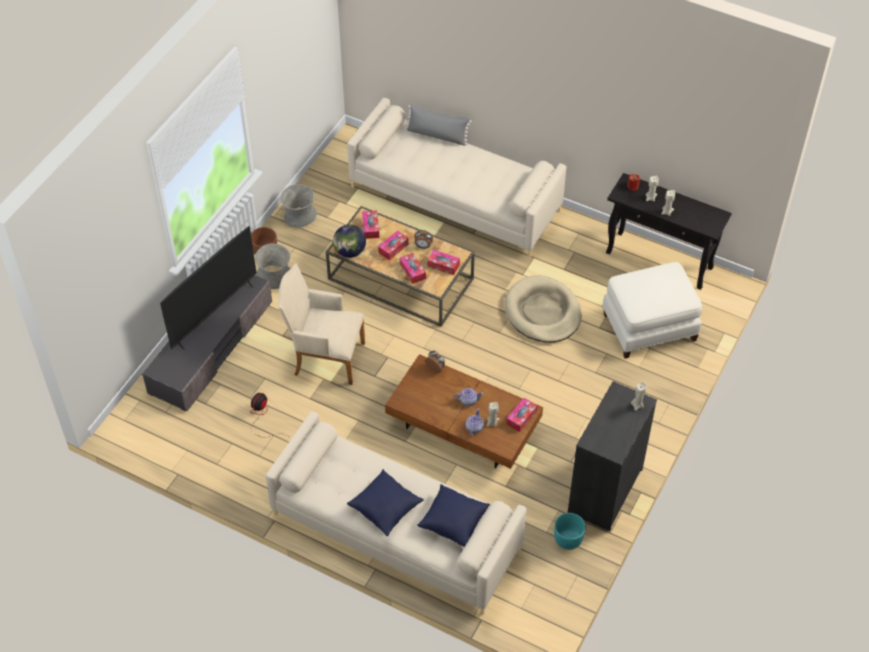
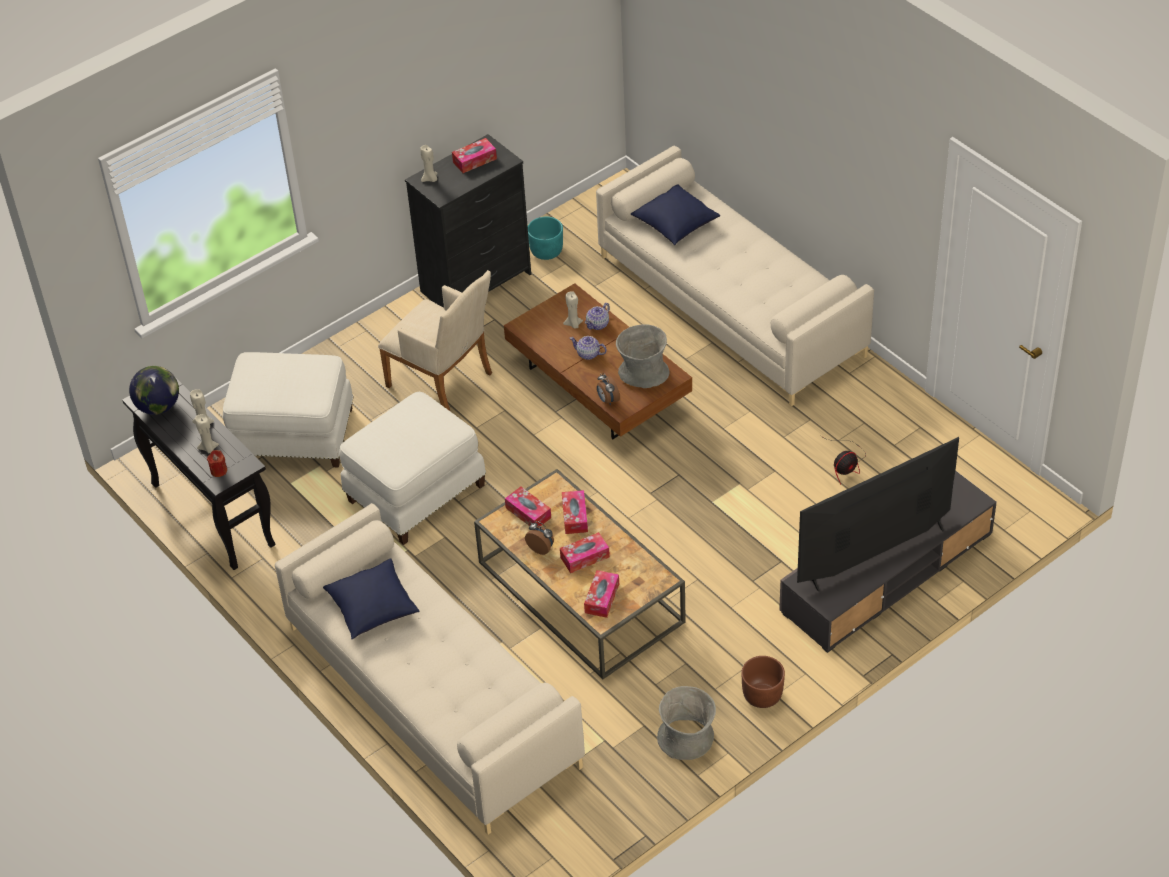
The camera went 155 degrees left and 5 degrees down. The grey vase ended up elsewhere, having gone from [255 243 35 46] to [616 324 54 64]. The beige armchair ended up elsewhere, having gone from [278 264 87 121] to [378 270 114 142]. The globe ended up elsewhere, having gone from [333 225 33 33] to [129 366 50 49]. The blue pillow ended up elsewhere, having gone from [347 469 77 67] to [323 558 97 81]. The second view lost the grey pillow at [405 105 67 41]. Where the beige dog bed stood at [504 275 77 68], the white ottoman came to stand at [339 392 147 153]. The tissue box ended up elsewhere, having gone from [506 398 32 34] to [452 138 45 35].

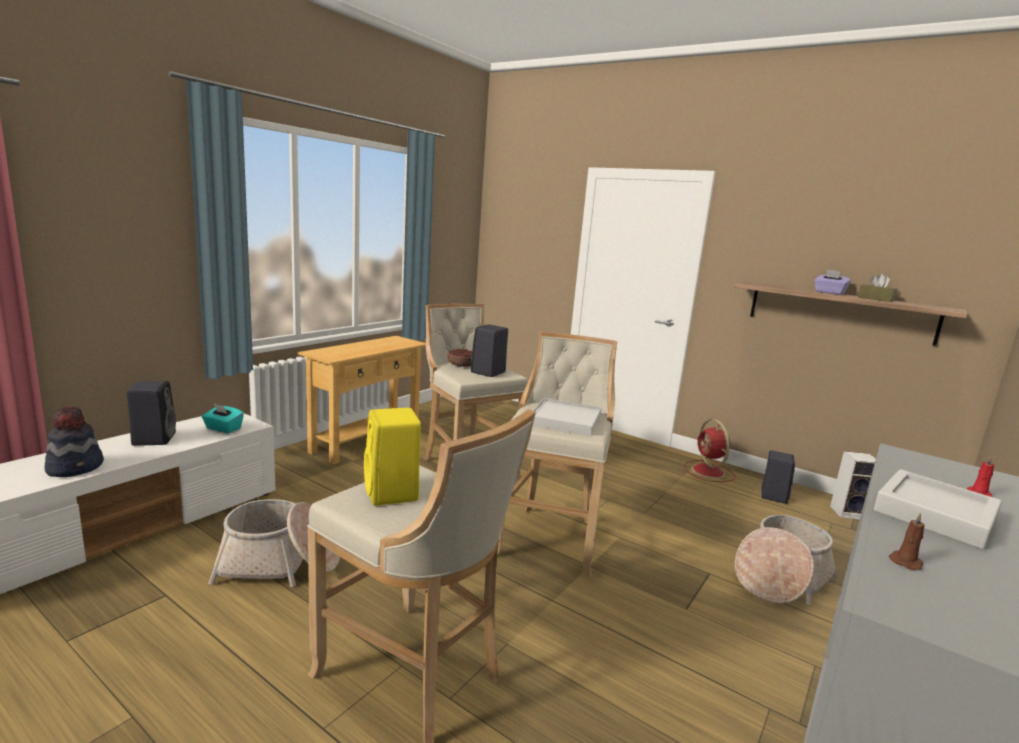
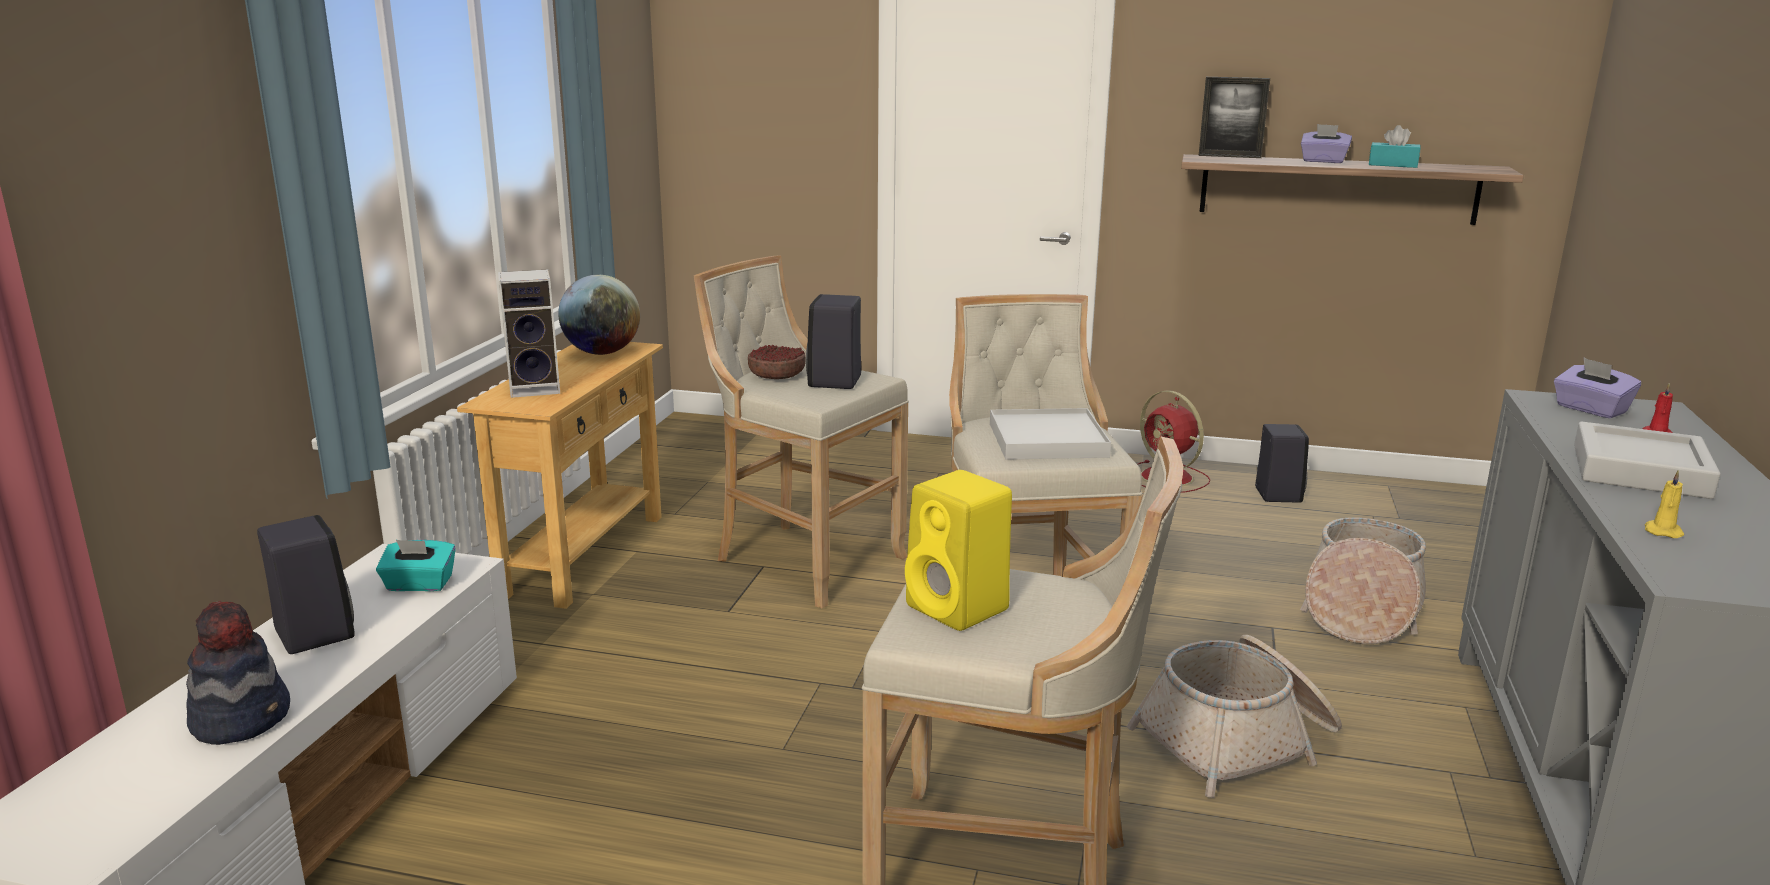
The camera went 20 degrees left and 5 degrees up. The basket ended up elsewhere, having gone from [208 499 132 88] to [1127 635 215 163]. The speaker ended up elsewhere, having gone from [830 451 46 69] to [498 269 62 129]. What was the brown tissue box at [858 274 39 28] turned into the turquoise tissue box at [1369 125 52 43]. What was the brown candle at [889 512 36 58] turned into the yellow candle at [1645 470 39 68]. The second view gained the globe at [558 275 82 80]. The second view gained the picture frame at [1199 77 71 81]. The second view gained the purple tissue box at [1554 358 87 60].

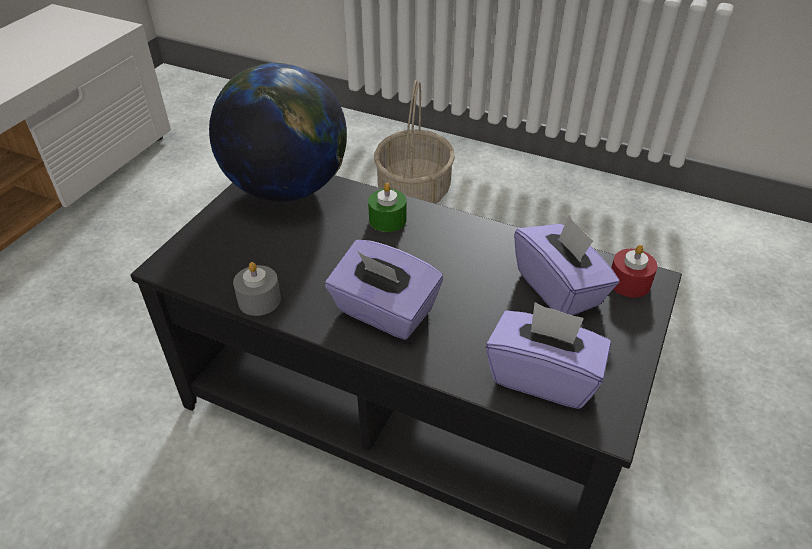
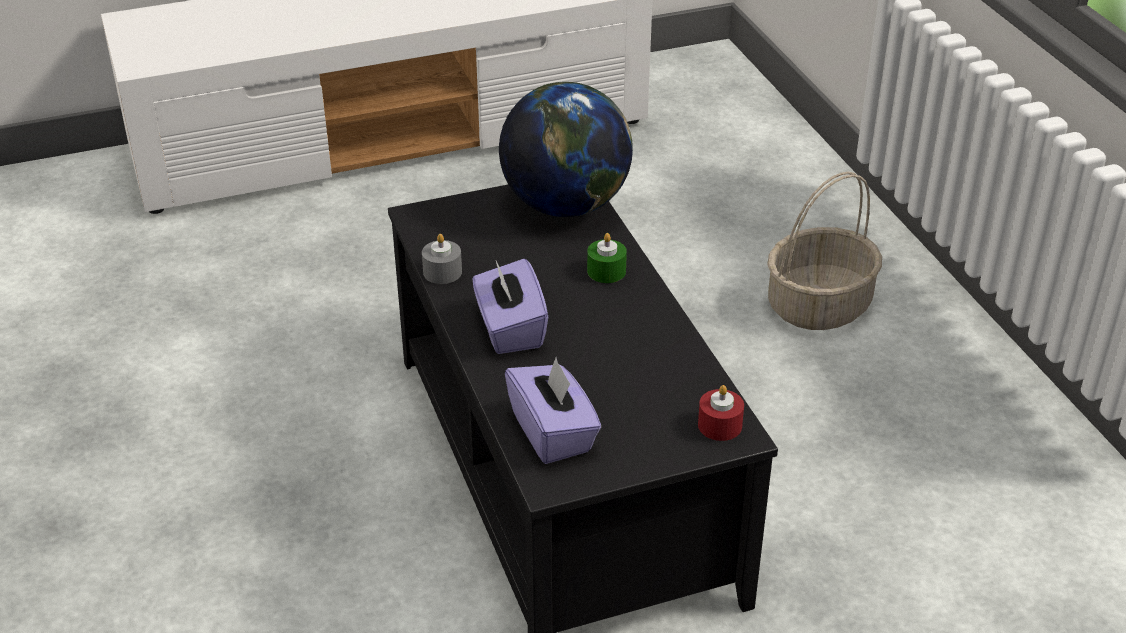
The camera went 45 degrees right and 5 degrees down. The second view lost the purple tissue box at [514 215 105 100].

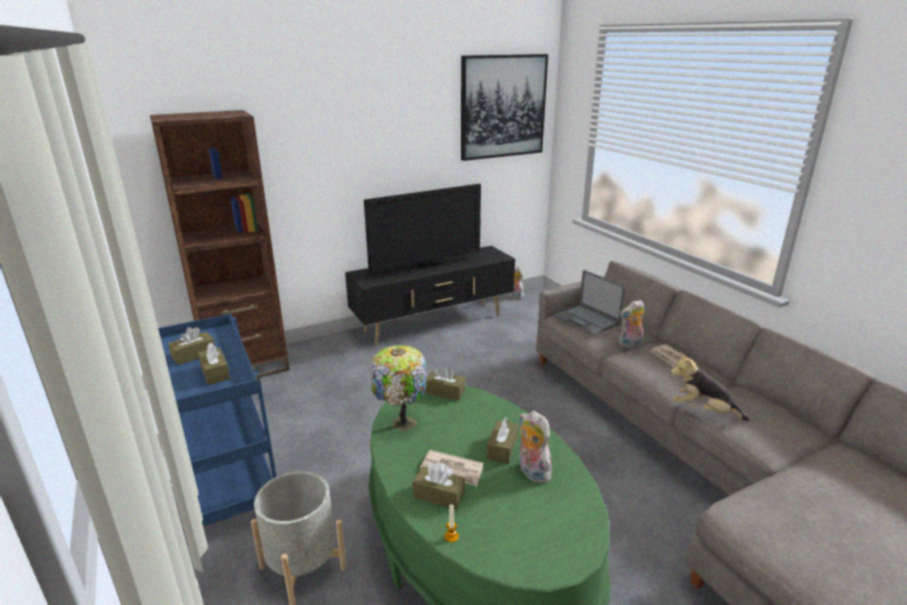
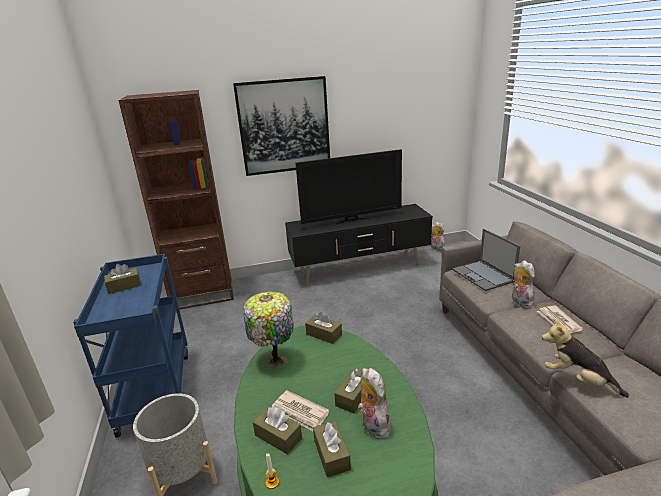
The camera went 15 degrees right and 0 degrees up. The brown tissue box ended up elsewhere, having gone from [198 343 32 42] to [313 421 38 56]. The picture ended up elsewhere, having gone from [461 54 87 107] to [233 76 97 100]. The plush toy at [618 300 26 48] ended up facing another way, 75 degrees clockwise from before.

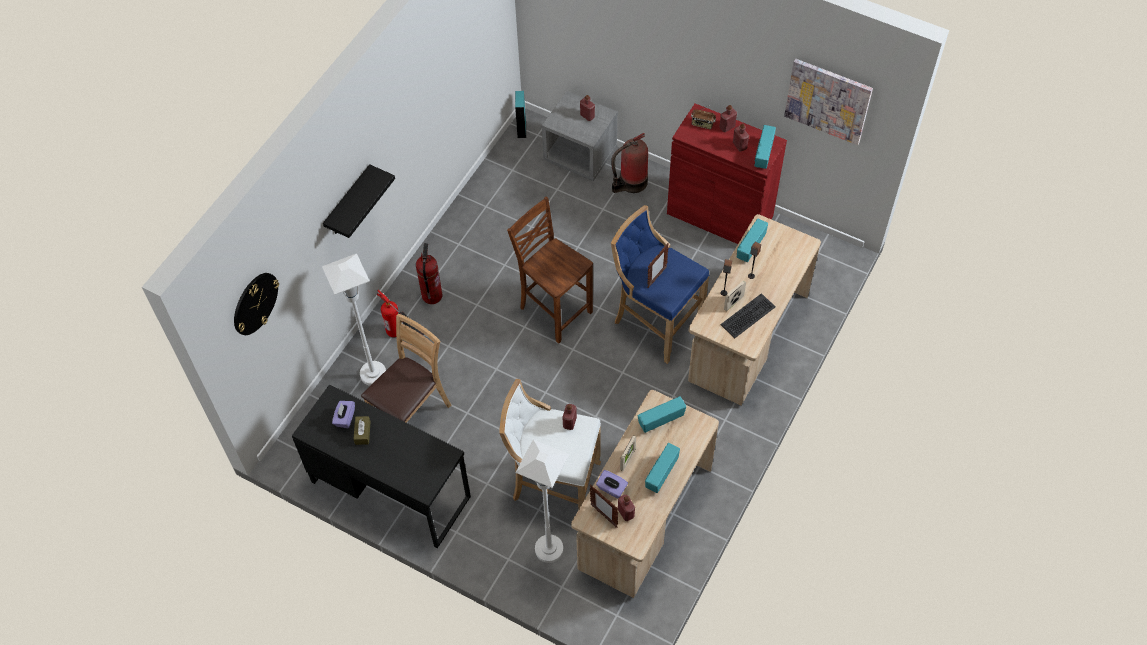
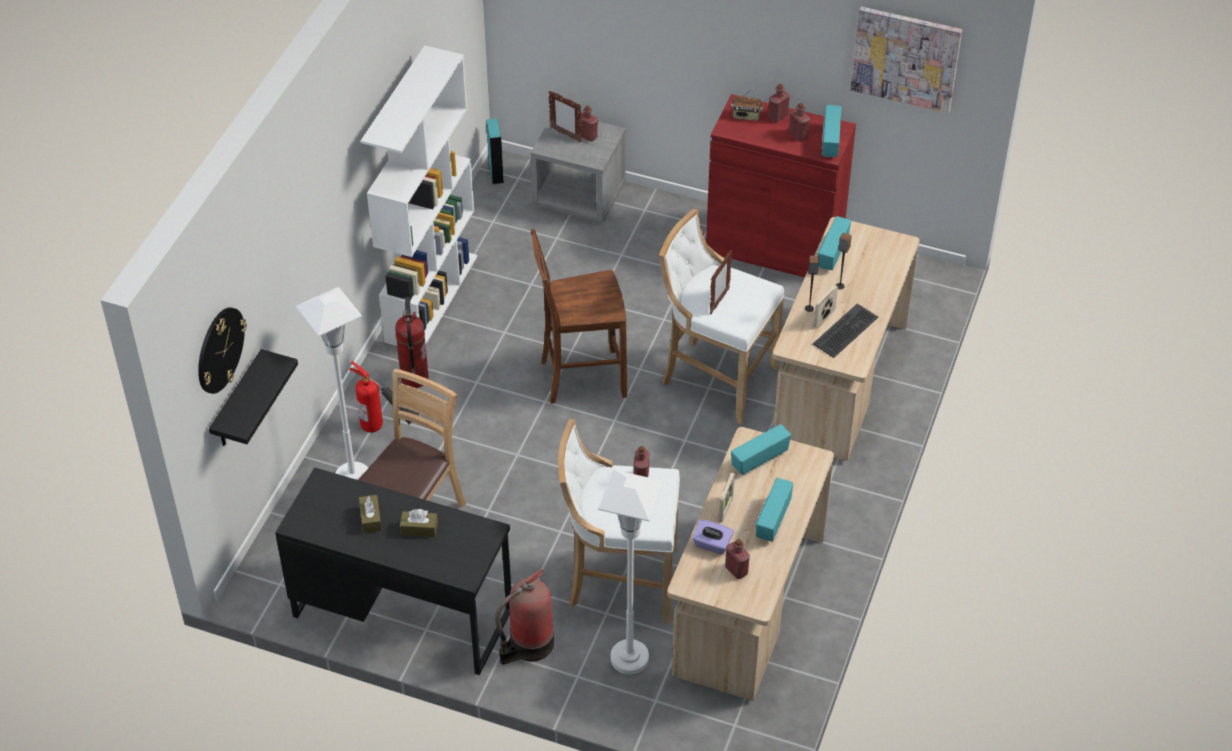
The camera went 10 degrees left and 10 degrees down. The black shelf ended up elsewhere, having gone from [323 164 72 74] to [209 349 89 97]. The second view lost the purple tissue box at [332 401 23 27]. The brown chair at [507 196 86 147] ended up facing another way, 45 degrees counterclockwise from before. The picture frame ended up elsewhere, having gone from [590 485 28 43] to [548 90 34 52]. The fire extinguisher ended up elsewhere, having gone from [611 133 37 60] to [495 569 59 96]. What was the blue stool at [611 205 98 159] turned into the white stool at [659 209 125 215]. The second view gained the white bookcase at [361 46 116 300]. The second view gained the brown tissue box at [400 509 38 28].

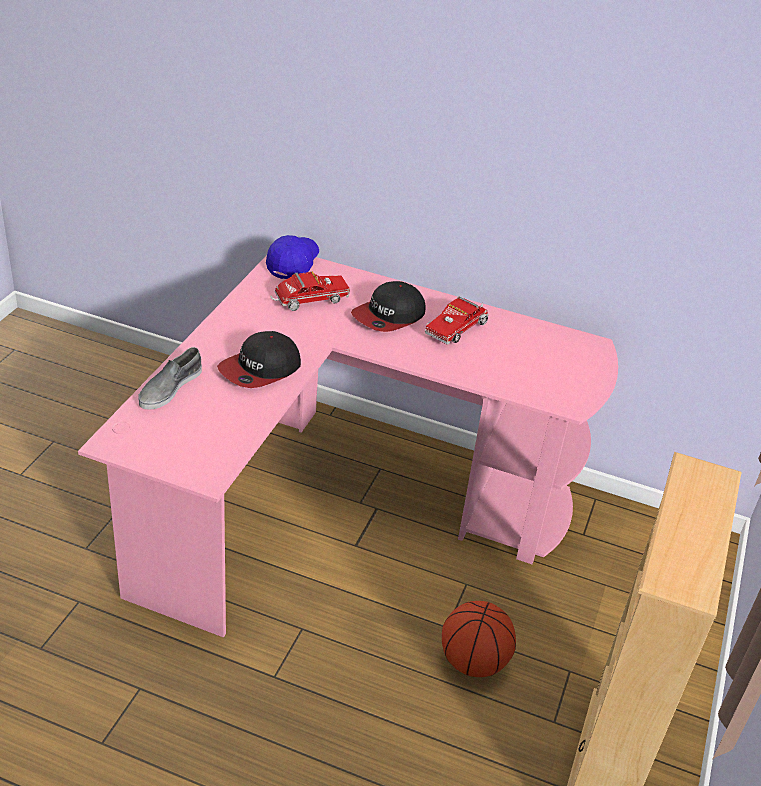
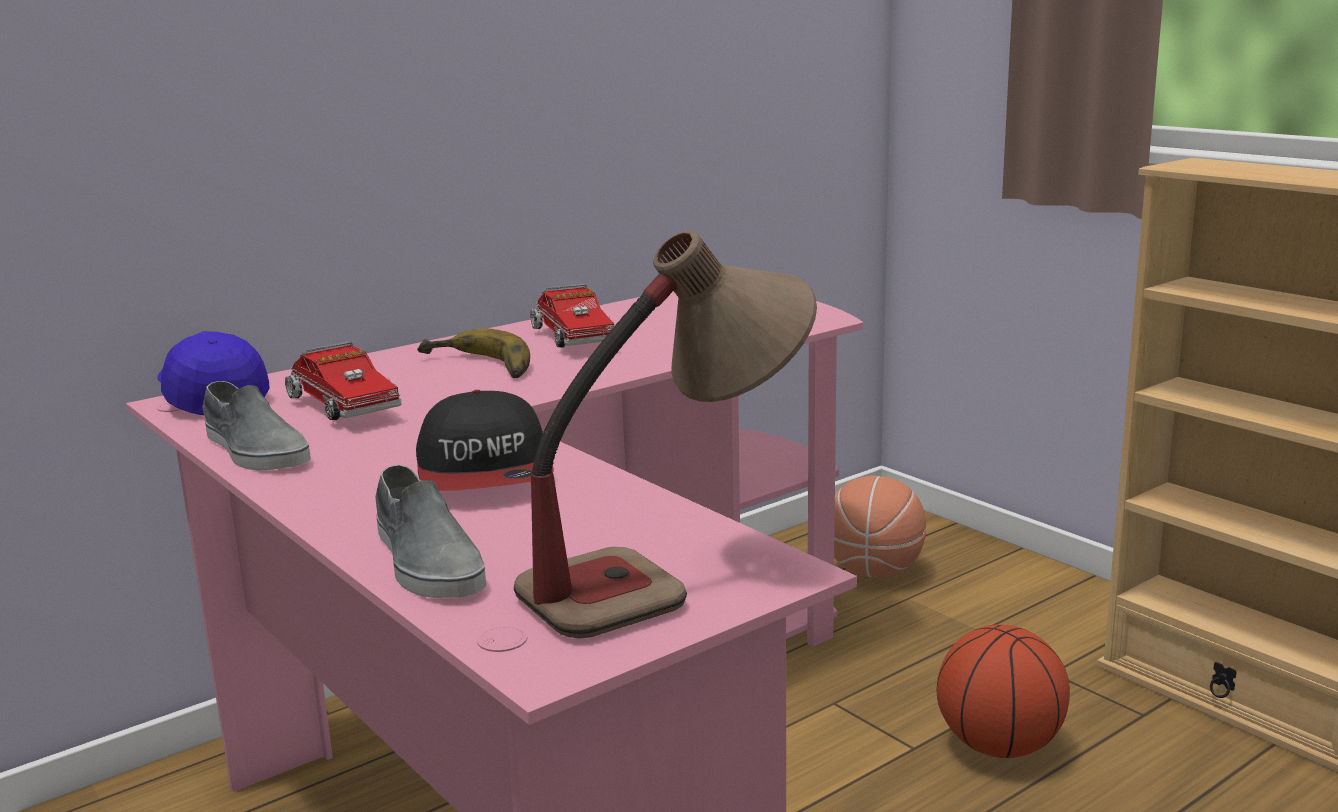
The camera went 55 degrees left and 20 degrees down. The toy truck at [270 271 80 40] ended up facing another way, 135 degrees clockwise from before. Where the cap stood at [351 281 74 51], the banana came to stand at [417 328 113 50]. The second view gained the grey shoe at [203 381 108 90]. The second view gained the table lamp at [514 231 303 408]. The second view gained the basketball at [834 476 92 102].

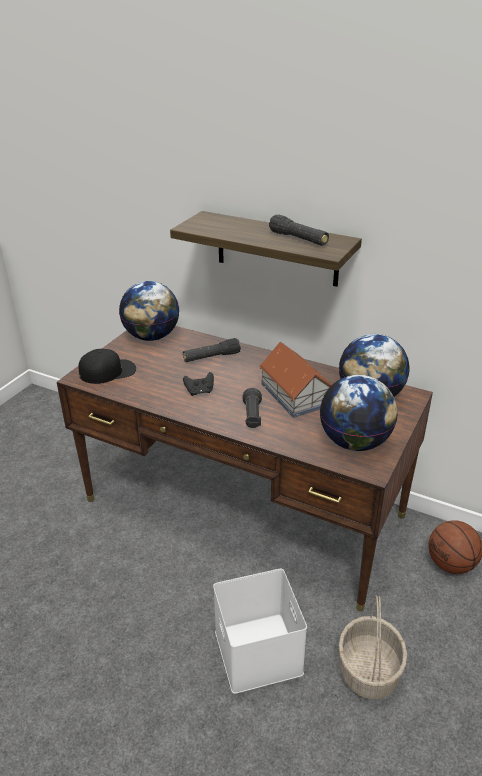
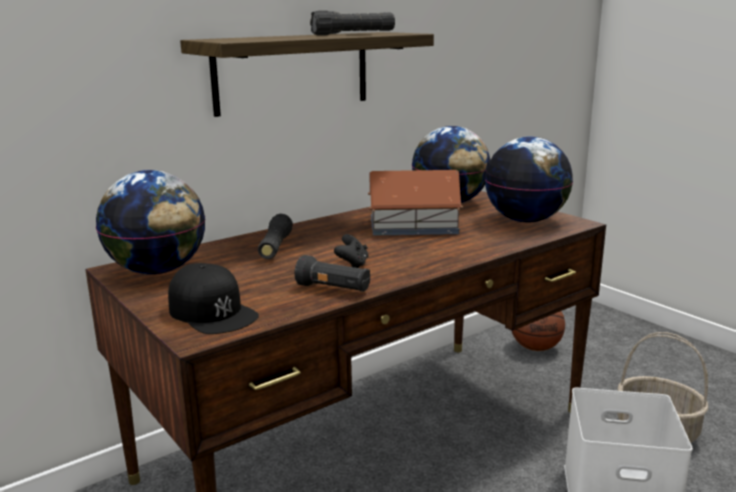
The camera went 65 degrees left and 15 degrees down. The black cap at [78 349 58 35] ended up facing another way, 135 degrees clockwise from before. The black flashlight ended up elsewhere, having gone from [243 388 19 40] to [294 255 76 37].

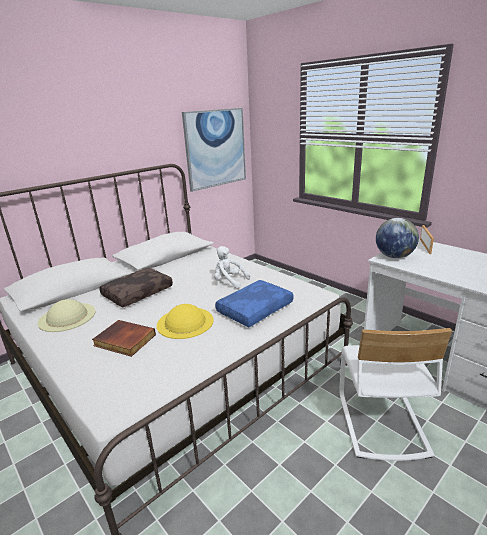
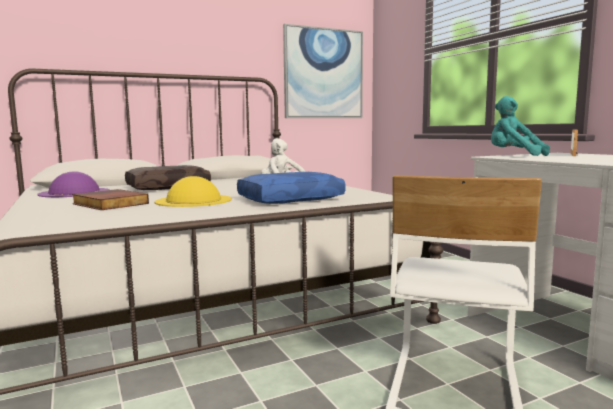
The camera went 15 degrees right and 15 degrees down. What was the beige hat at [38 299 57 33] turned into the purple hat at [37 172 72 25]. Where the globe stood at [376 218 43 40], the turquoise plush toy came to stand at [491 96 59 60].

